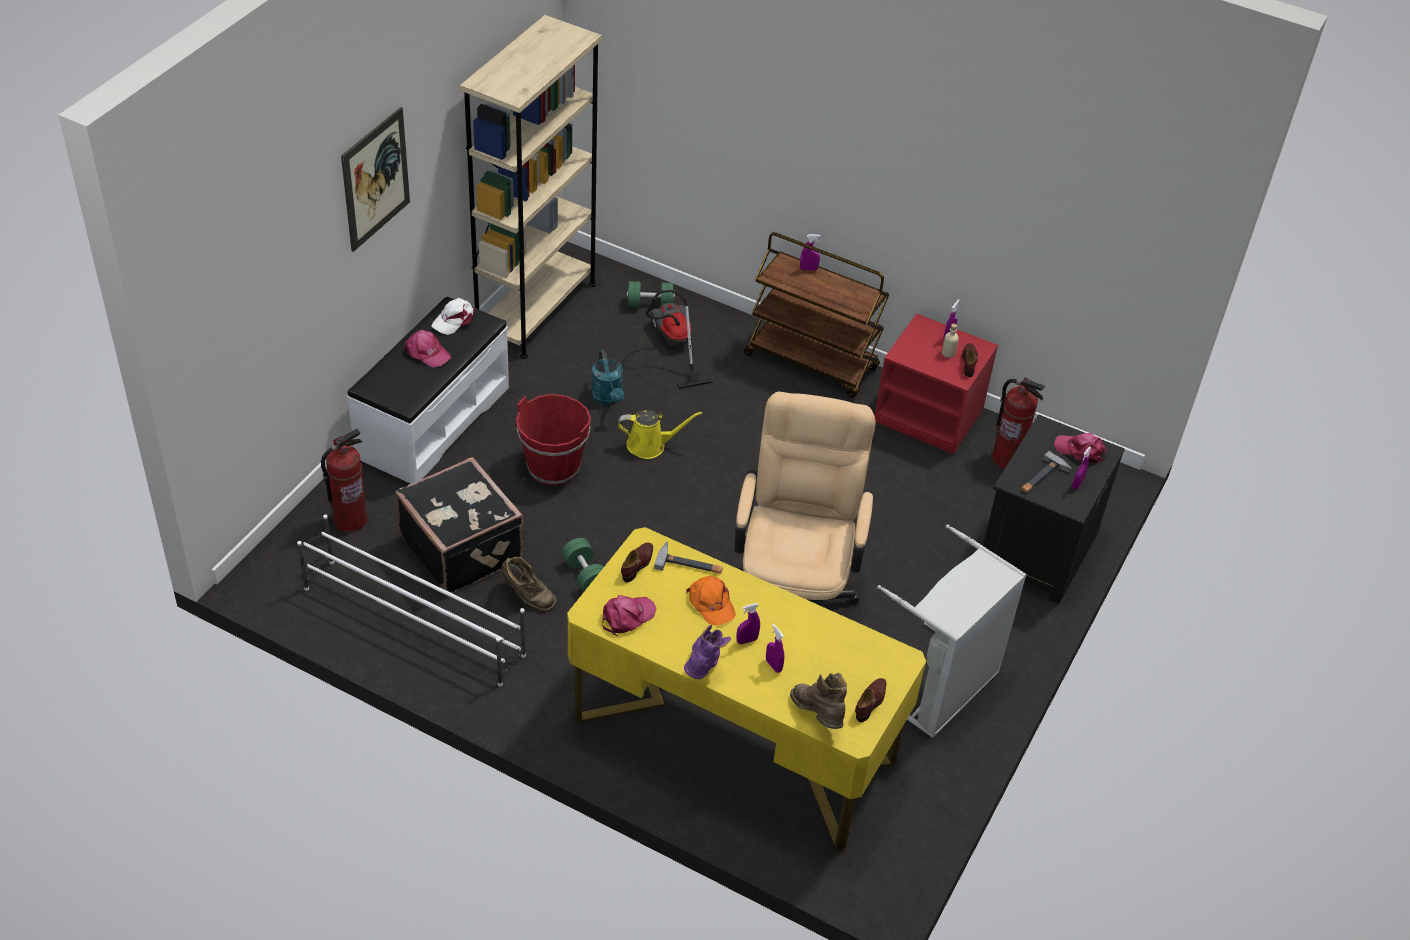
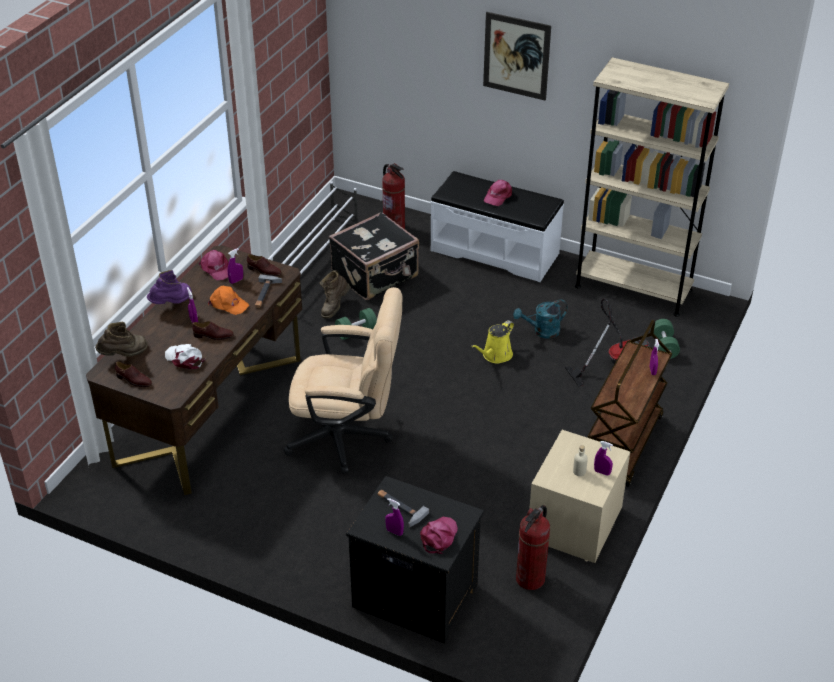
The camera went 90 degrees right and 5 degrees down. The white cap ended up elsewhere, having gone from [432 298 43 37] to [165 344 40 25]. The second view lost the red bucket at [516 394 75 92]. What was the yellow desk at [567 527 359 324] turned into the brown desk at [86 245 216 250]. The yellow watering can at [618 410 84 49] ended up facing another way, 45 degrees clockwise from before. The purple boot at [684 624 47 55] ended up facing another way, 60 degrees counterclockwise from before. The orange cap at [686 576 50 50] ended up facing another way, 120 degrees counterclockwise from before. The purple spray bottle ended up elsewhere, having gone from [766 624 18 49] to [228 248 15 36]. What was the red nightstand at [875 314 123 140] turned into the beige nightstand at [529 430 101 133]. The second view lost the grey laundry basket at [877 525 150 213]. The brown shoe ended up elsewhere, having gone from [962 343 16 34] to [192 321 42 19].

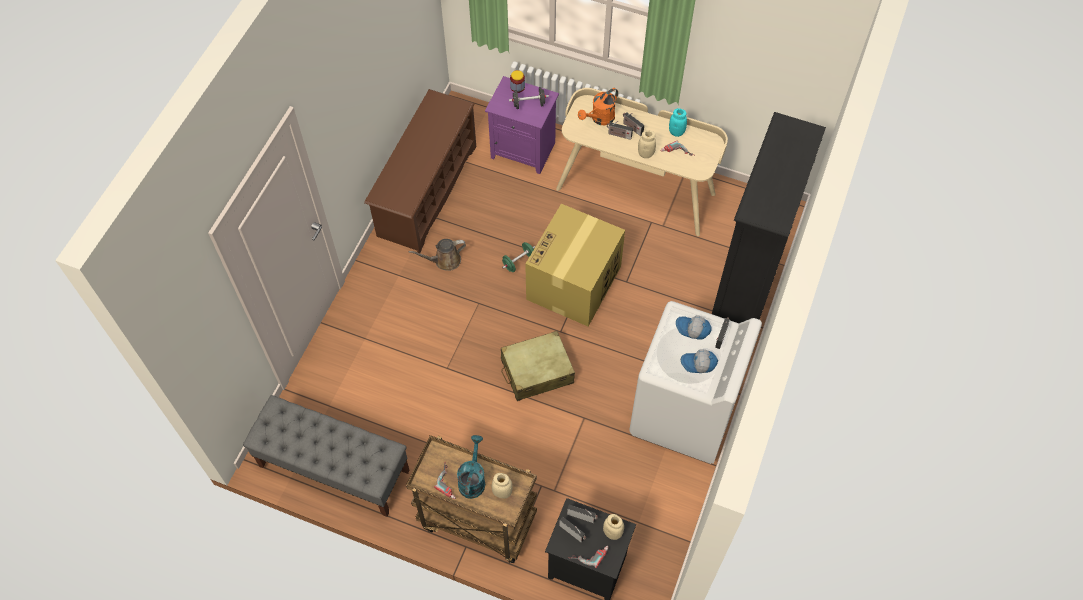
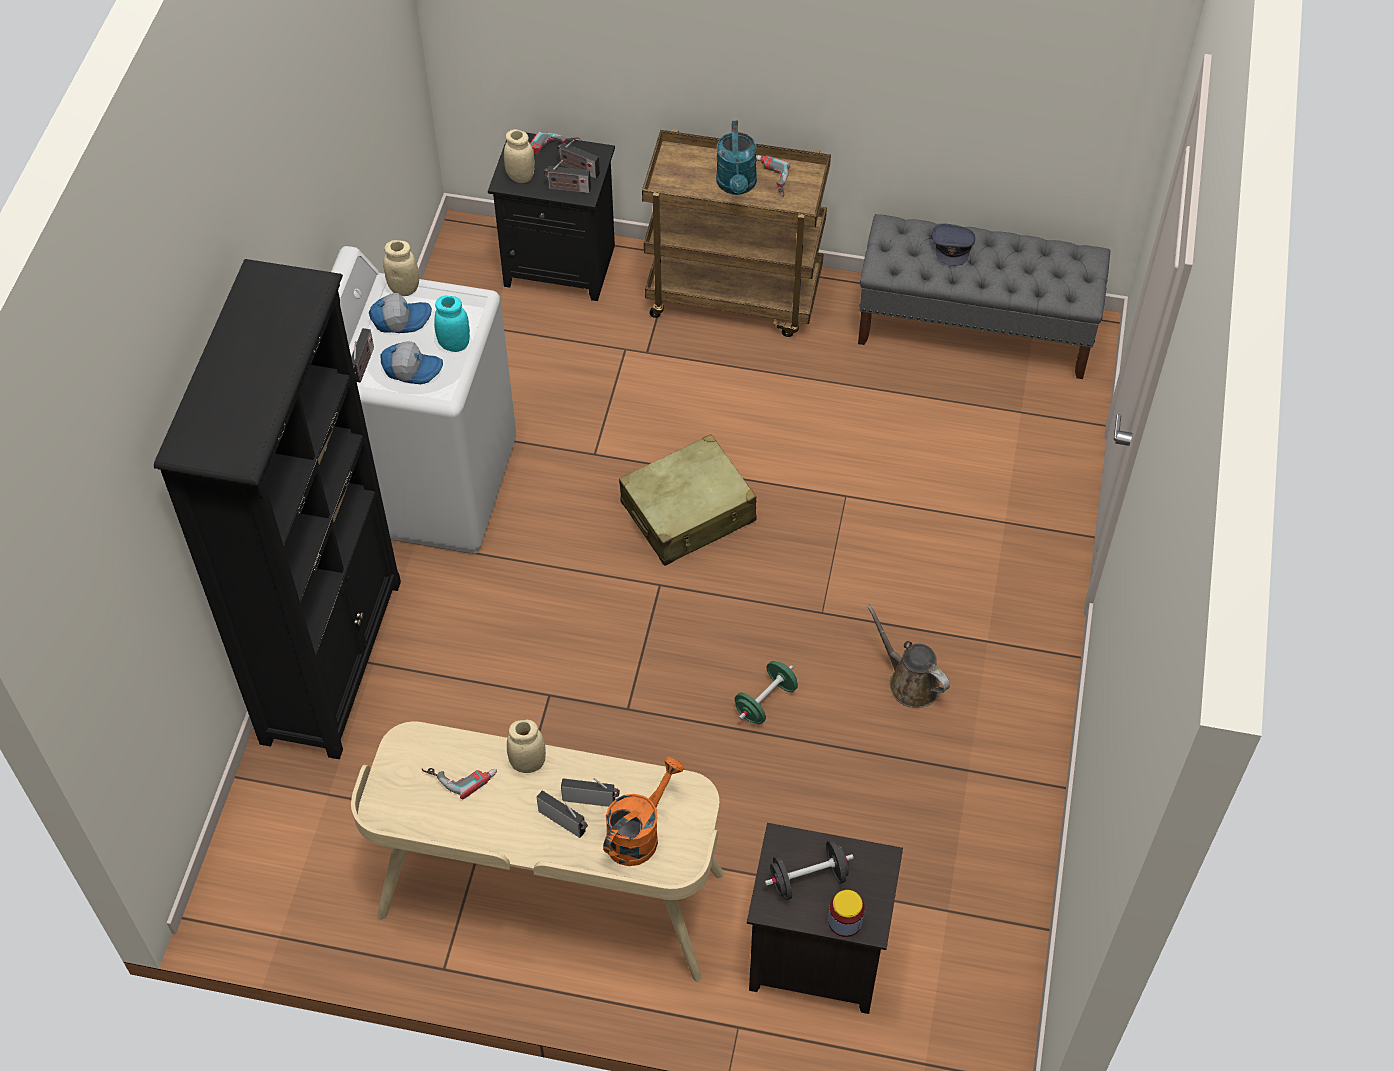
The camera went 170 degrees right and 5 degrees down. The second view lost the brown shoe rack at [364 89 112 164]. The brown watering can at [409 239 57 32] ended up facing another way, 105 degrees counterclockwise from before. What was the purple nightstand at [485 76 74 98] turned into the black nightstand at [747 823 156 191]. The beige jar ended up elsewhere, having gone from [492 473 21 25] to [383 240 36 56]. The second view lost the cardboard box at [525 204 100 122]. The turquoise jar ended up elsewhere, having gone from [669 108 18 29] to [434 296 36 56]. The second view gained the grey cap at [932 224 43 42].

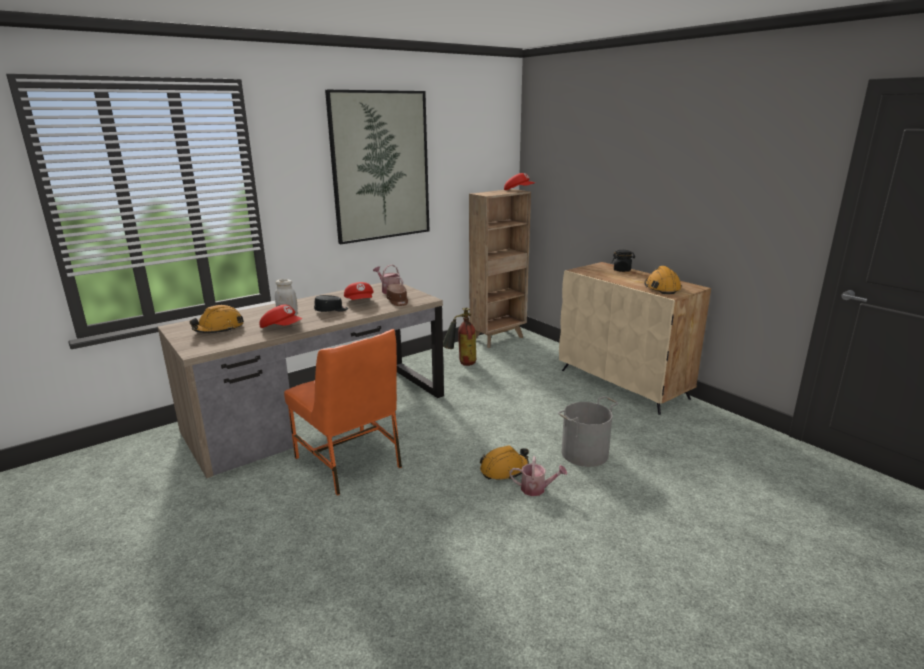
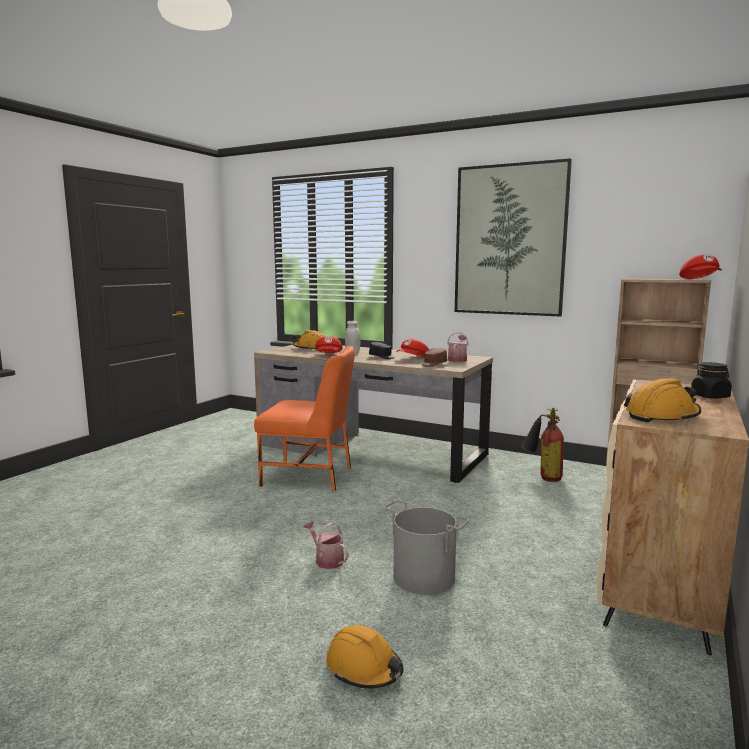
The camera went 65 degrees right and 10 degrees down. The orange chair at [284 329 118 167] ended up facing another way, 105 degrees counterclockwise from before. The orange hard hat ended up elsewhere, having gone from [480 445 49 35] to [326 625 78 64]. The watering can at [510 456 57 40] ended up facing another way, 150 degrees clockwise from before.

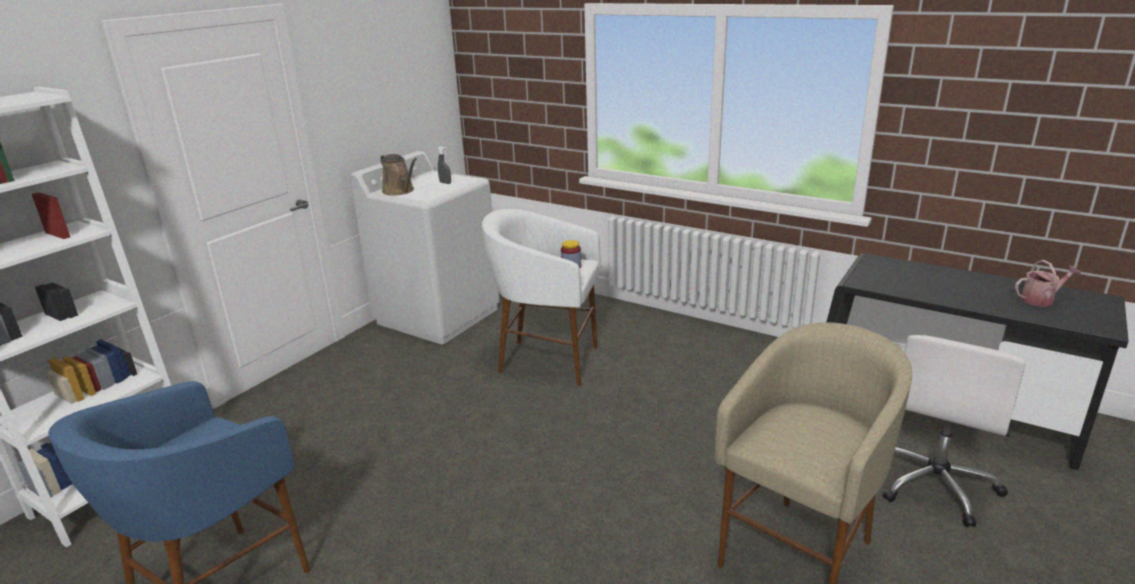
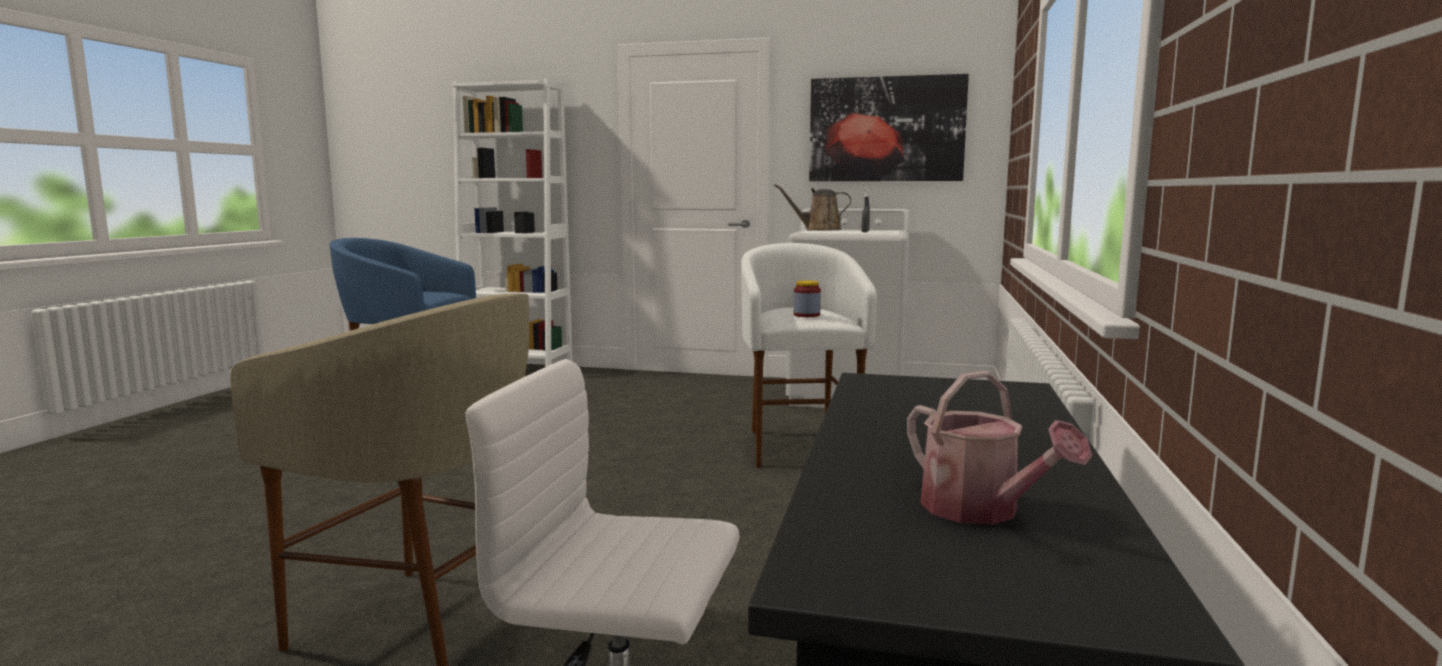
The camera went 70 degrees right and 15 degrees down. The brown watering can at [380 154 37 42] ended up facing another way, 60 degrees clockwise from before. The second view gained the picture at [809 74 160 107].

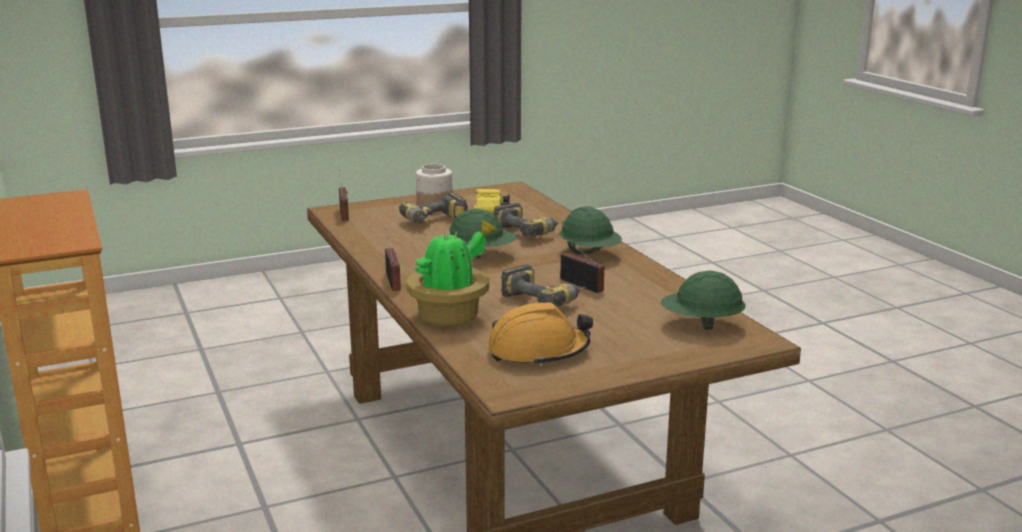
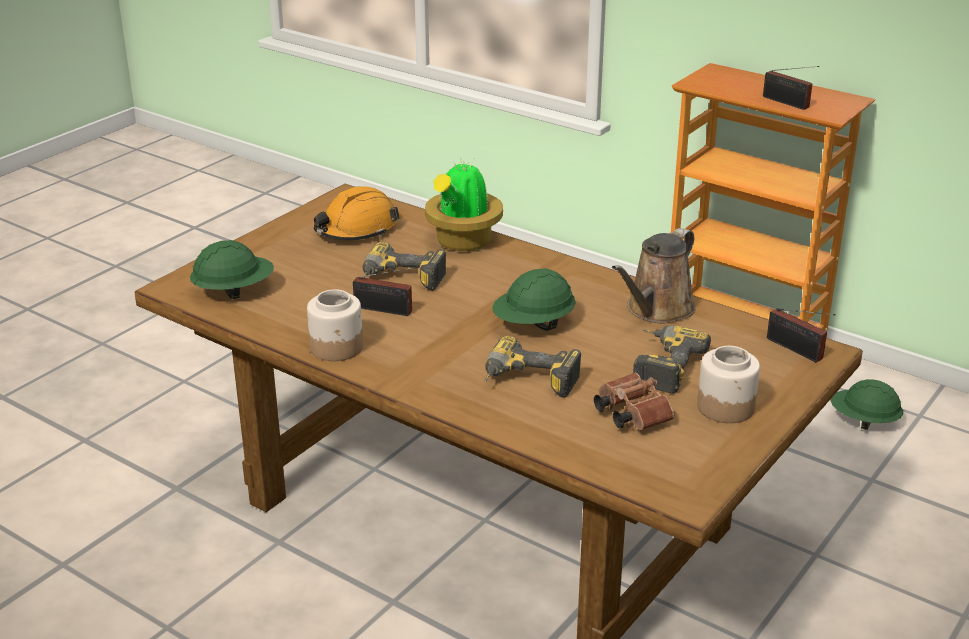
The camera went 150 degrees right and 10 degrees up. The radio ended up elsewhere, having gone from [385 228 16 63] to [763 66 56 44]. What was the yellow binoculars at [473 188 37 25] turned into the brown binoculars at [594 372 81 58]. The green hard hat ended up elsewhere, having gone from [560 206 62 48] to [831 379 72 51]. The second view gained the jar at [307 289 56 72]. The second view gained the brown watering can at [612 228 84 95].

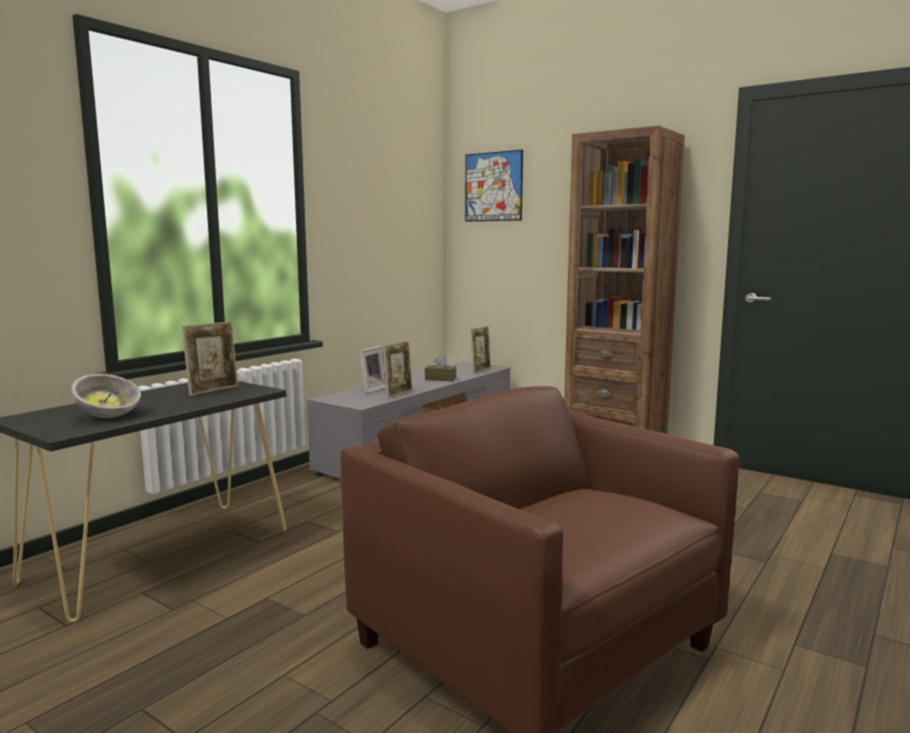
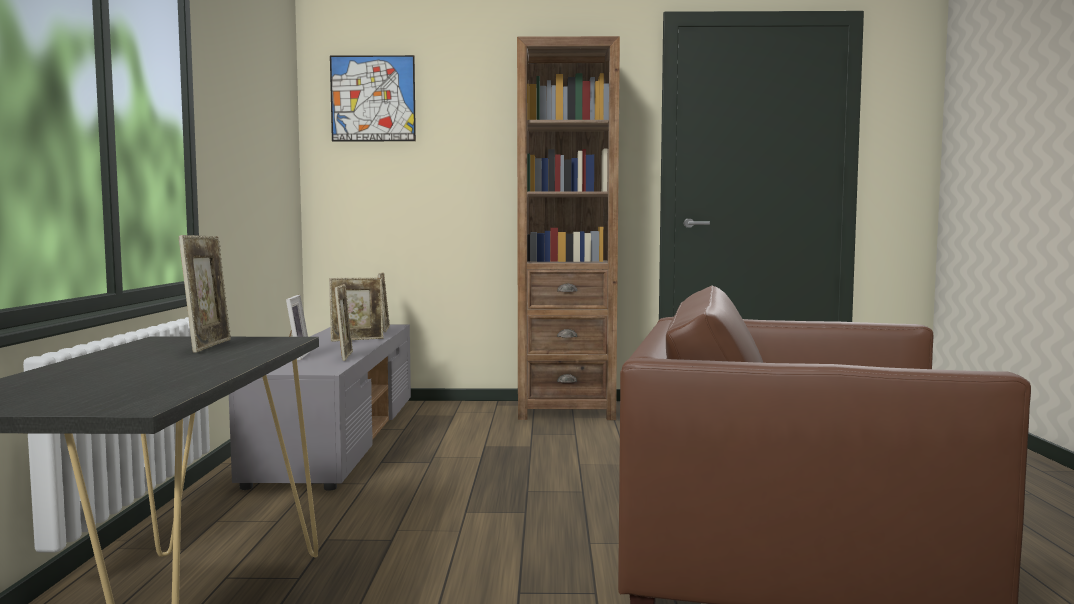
The camera went 35 degrees left and 5 degrees down. The second view lost the bowl at [71 374 70 44]. Where the brown tissue box stood at [425 355 31 26], the picture frame came to stand at [329 278 54 64].

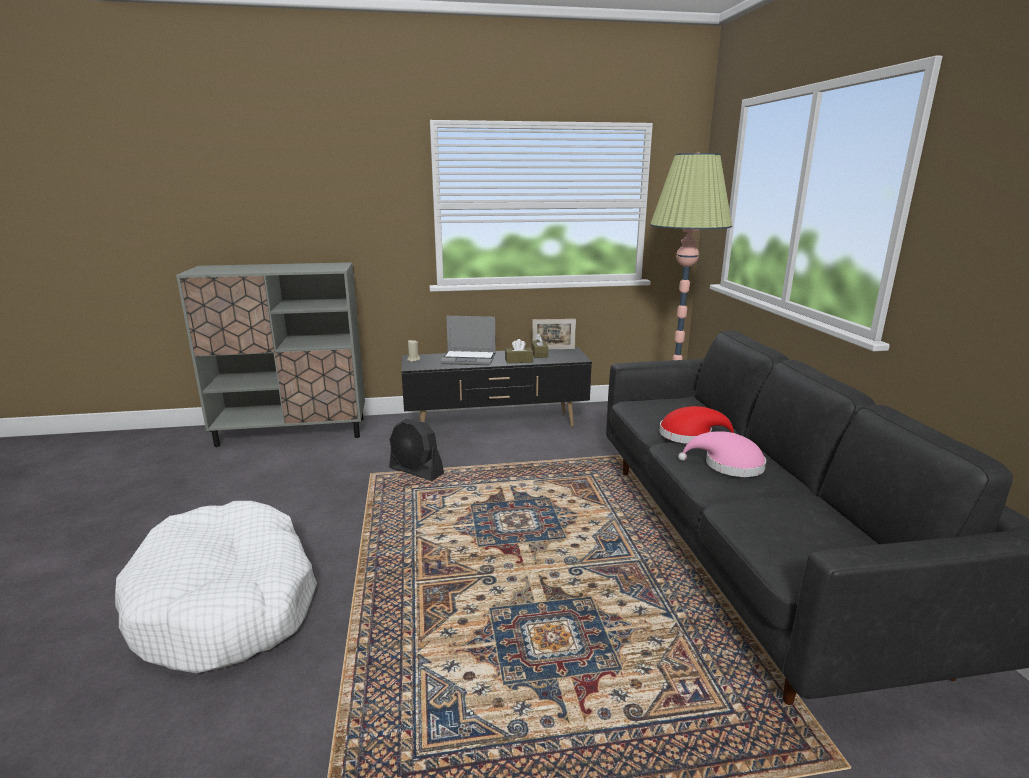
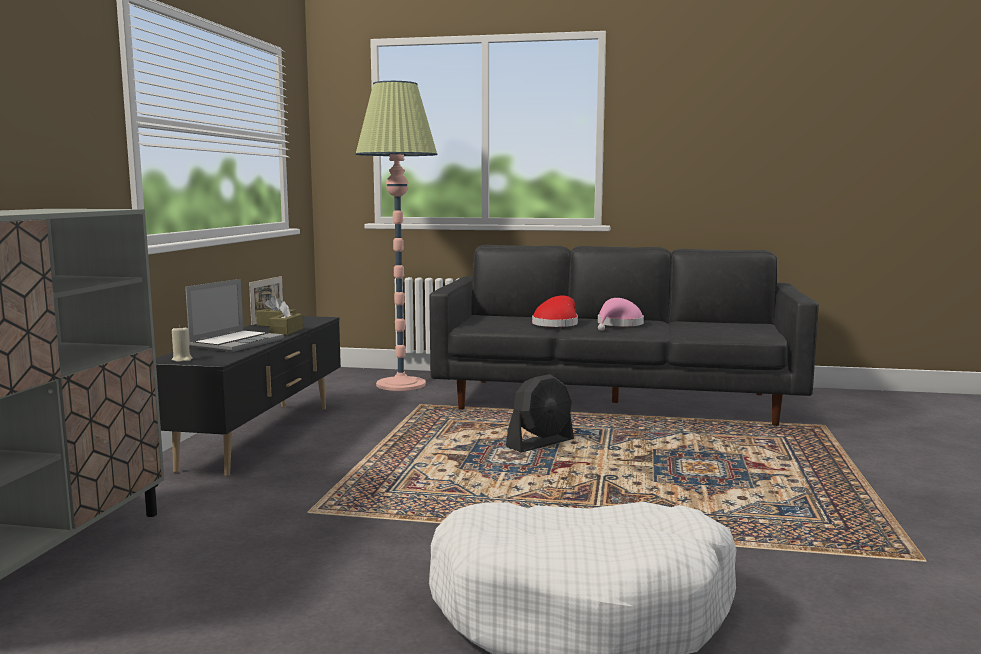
The camera went 70 degrees left and 10 degrees down. The black fan ended up elsewhere, having gone from [389 419 55 62] to [506 374 68 79].

